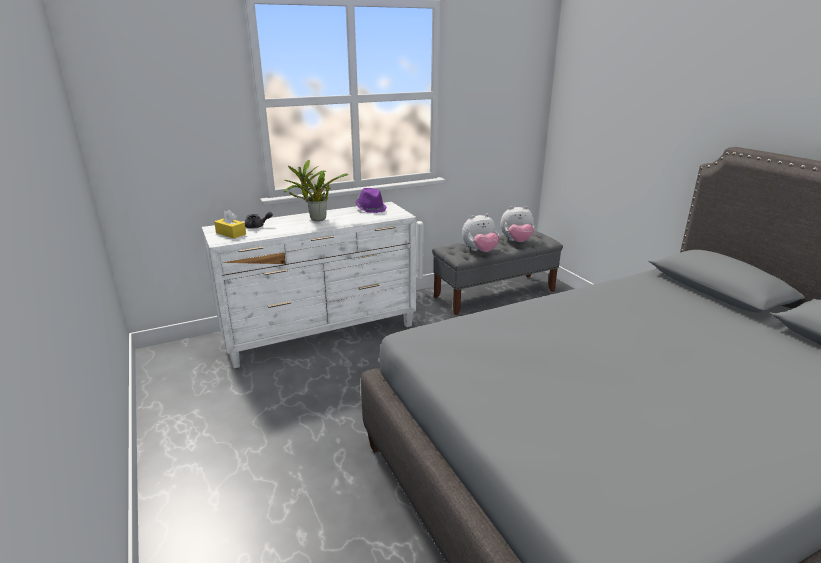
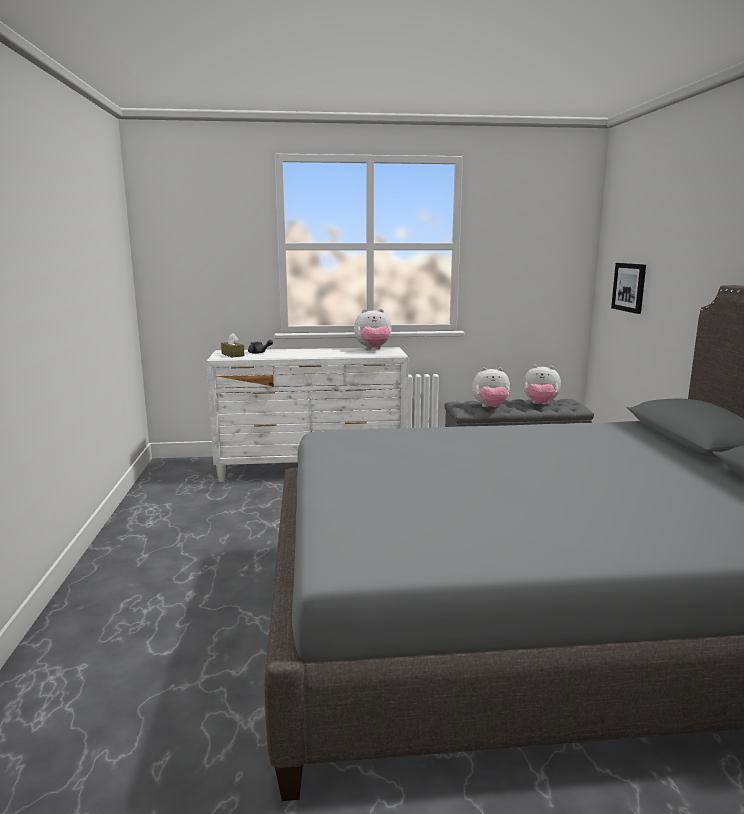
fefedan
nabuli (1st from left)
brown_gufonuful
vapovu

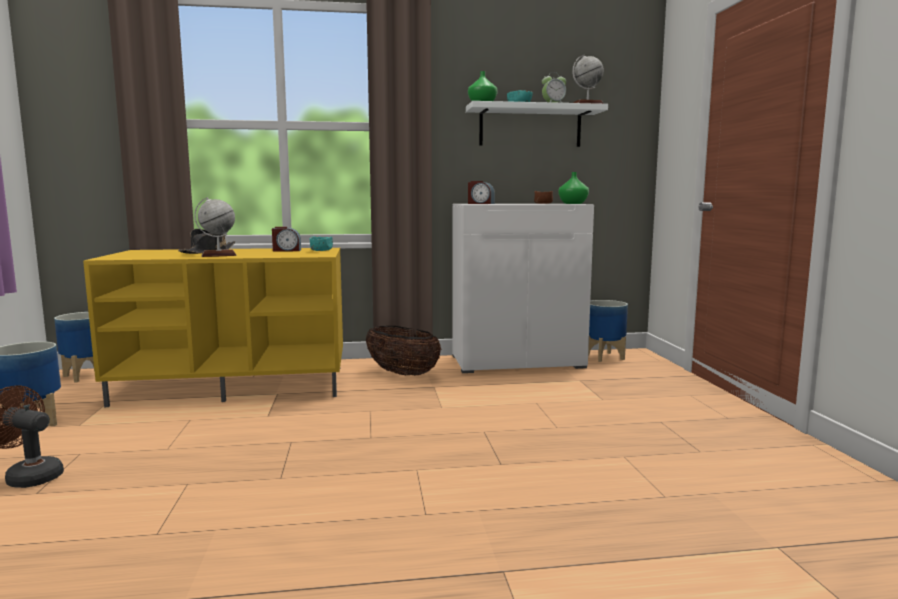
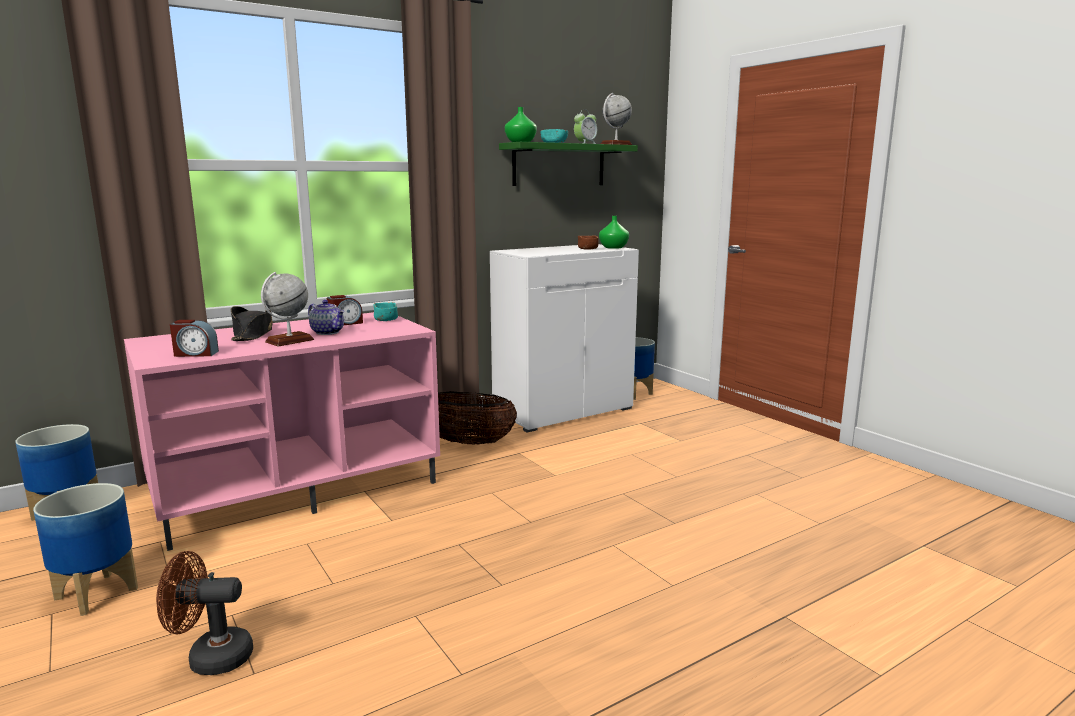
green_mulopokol
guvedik (1st from left)
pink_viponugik
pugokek

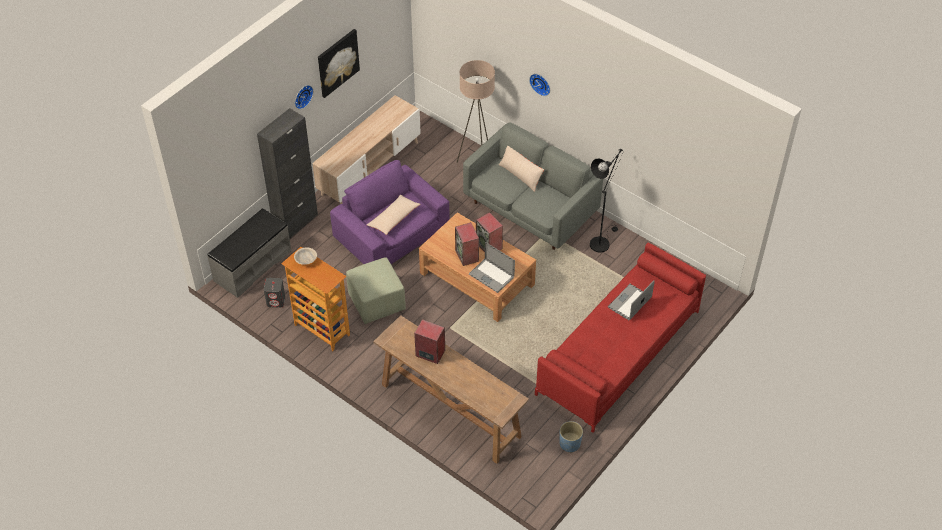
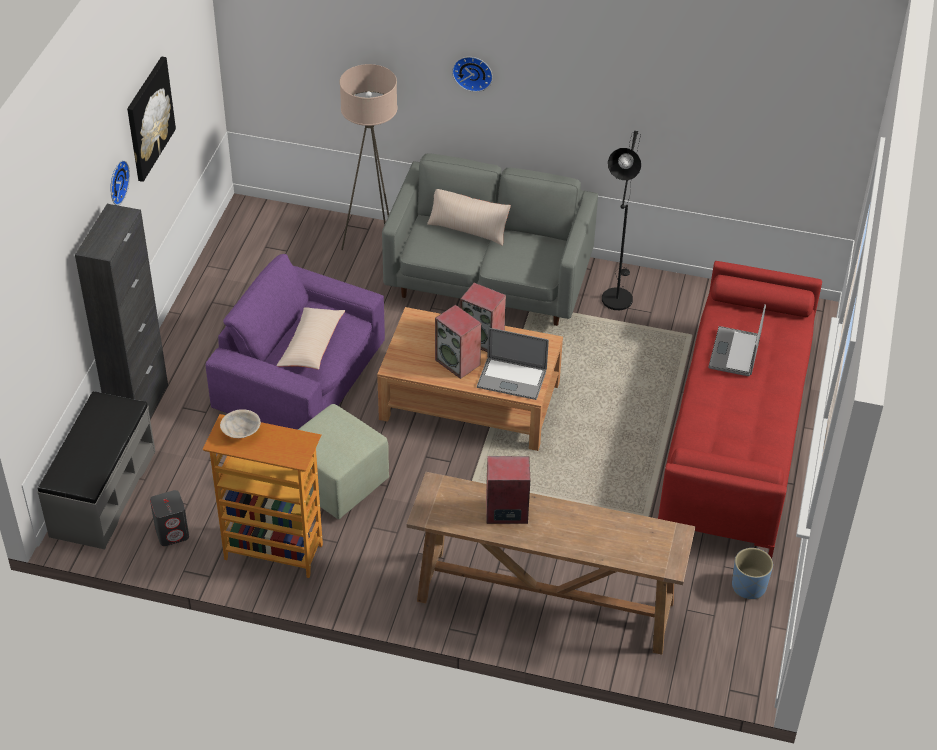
beige_viponugik

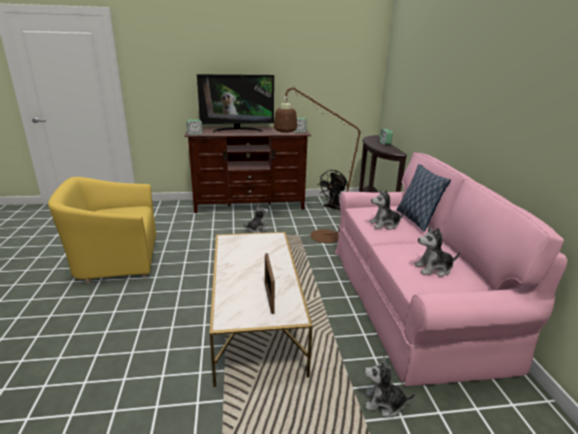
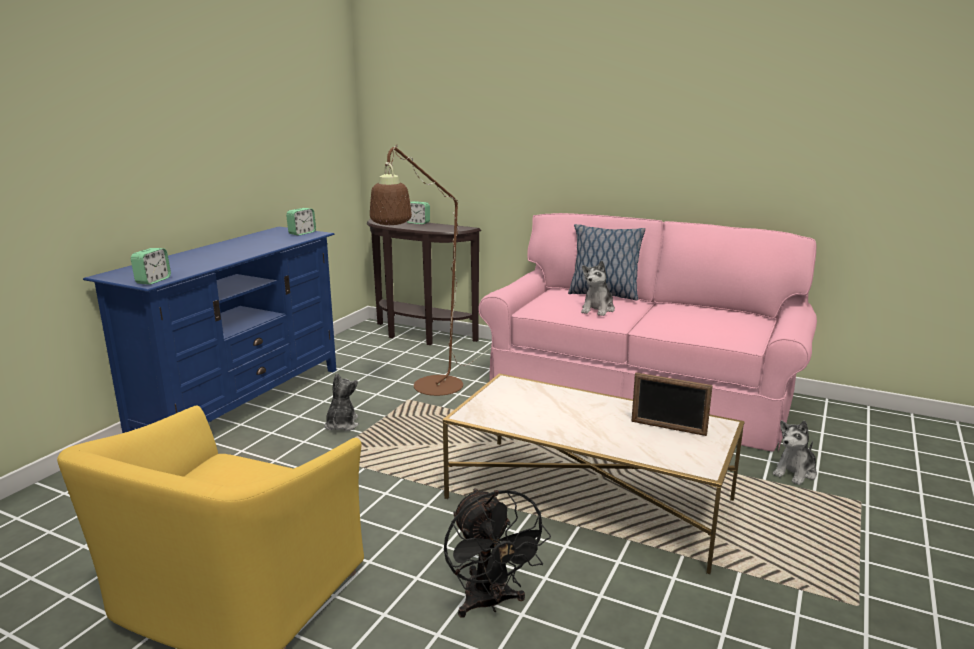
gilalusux
blue_viponugik
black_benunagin
nabuli (4th from left in the first image)

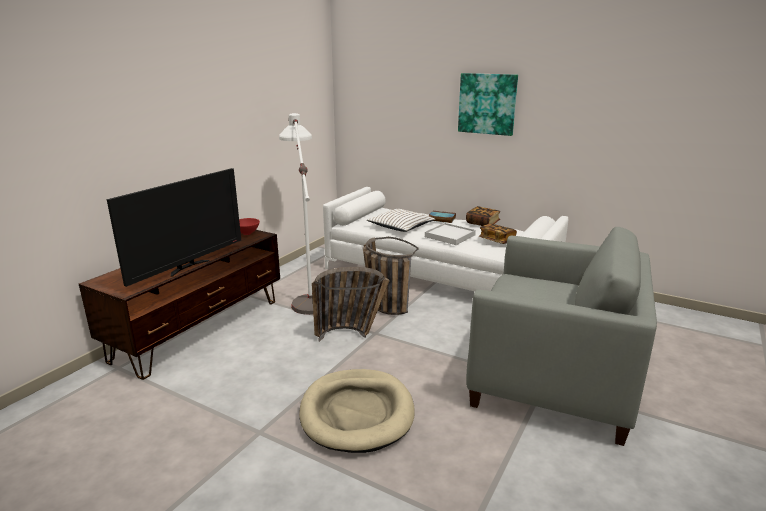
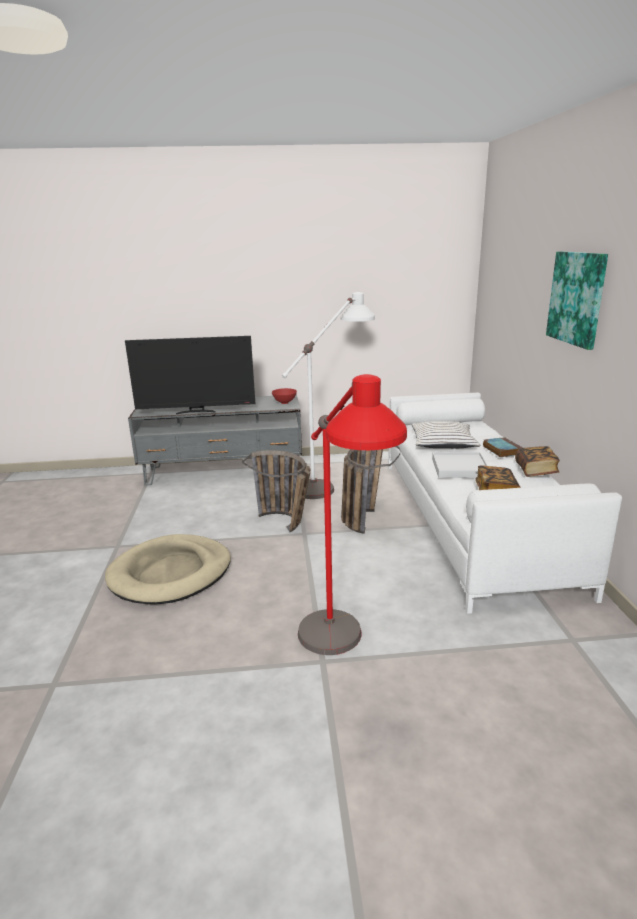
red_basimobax
grey_viponugik

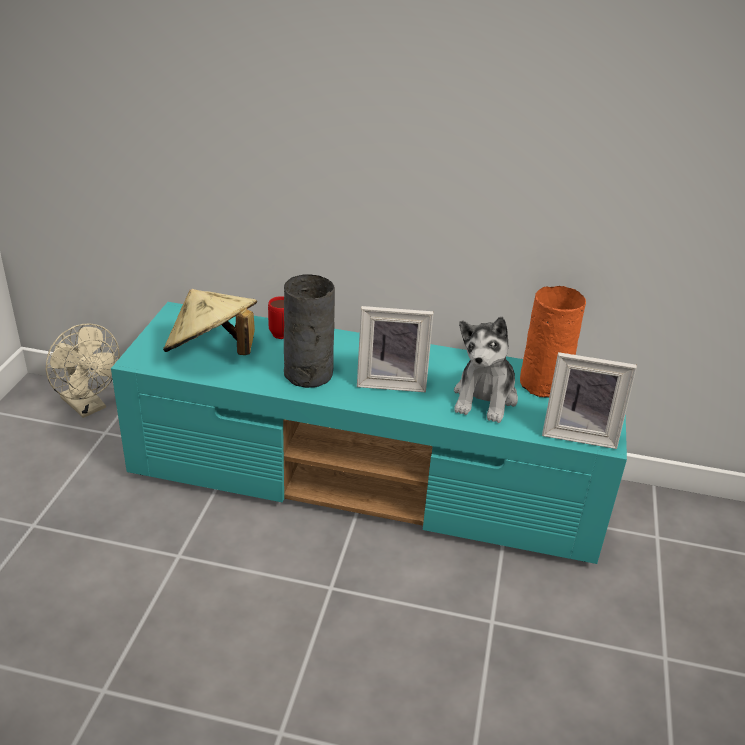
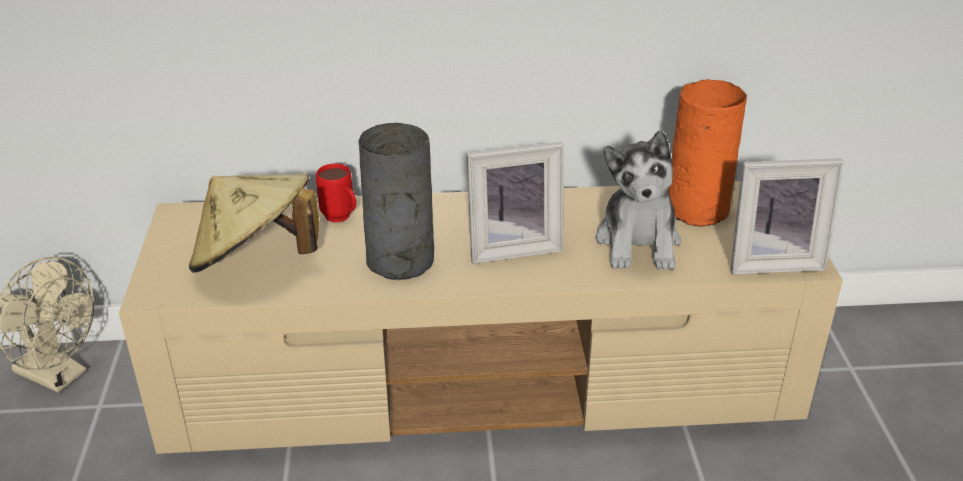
beige_viponugik

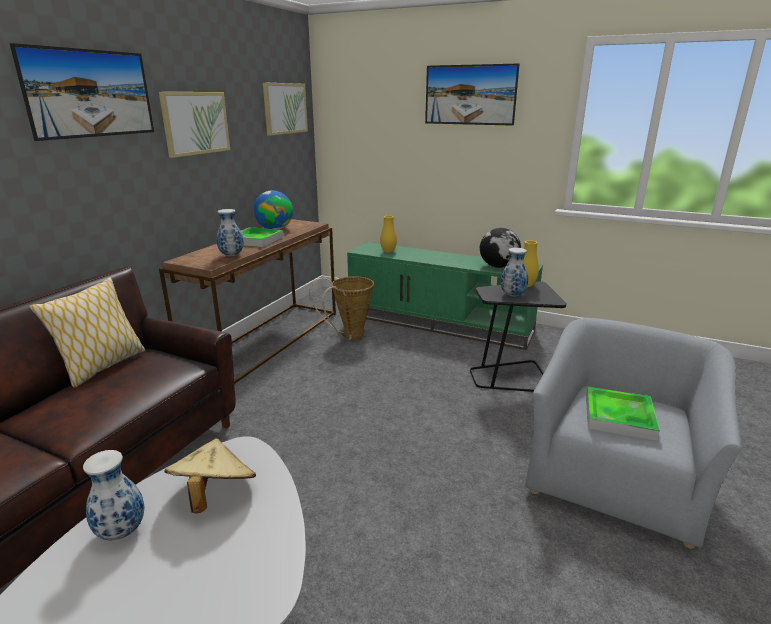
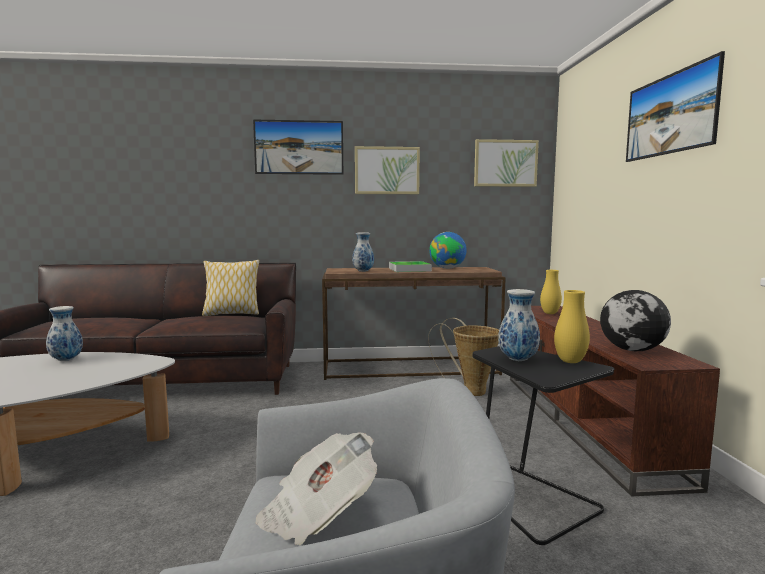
brown_viponugik
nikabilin
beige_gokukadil

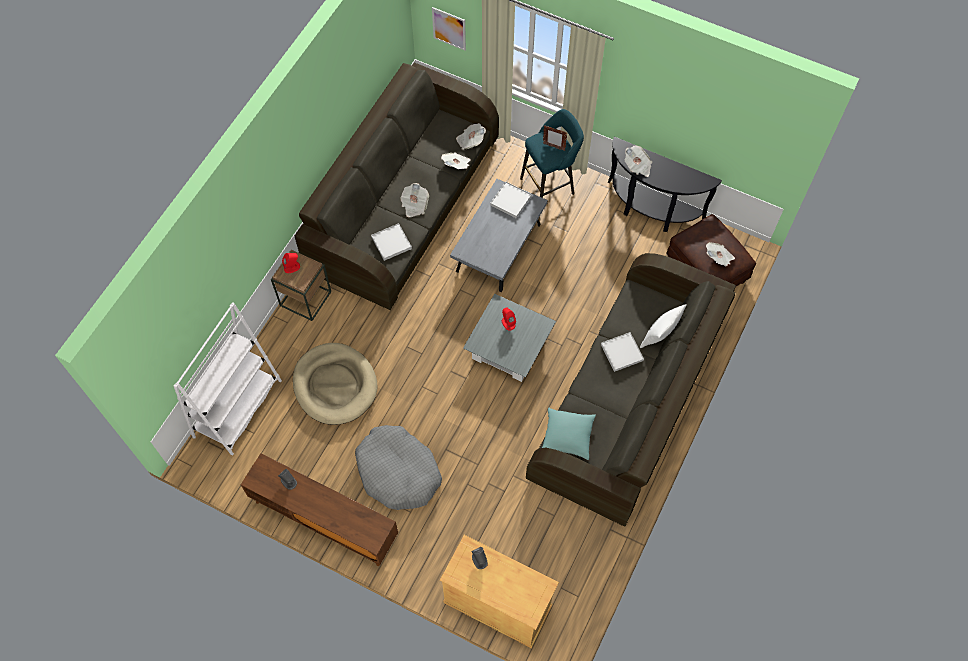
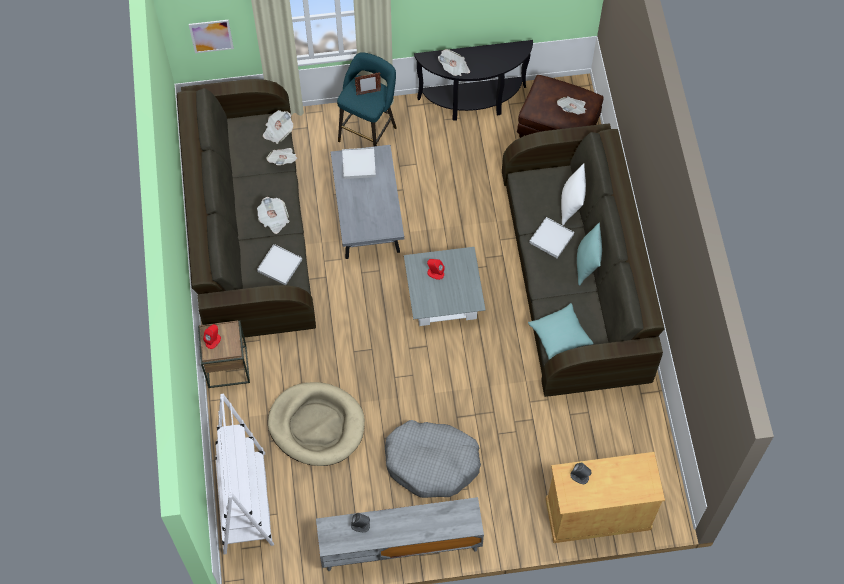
grey_viponugik
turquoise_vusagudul (2nd from left)

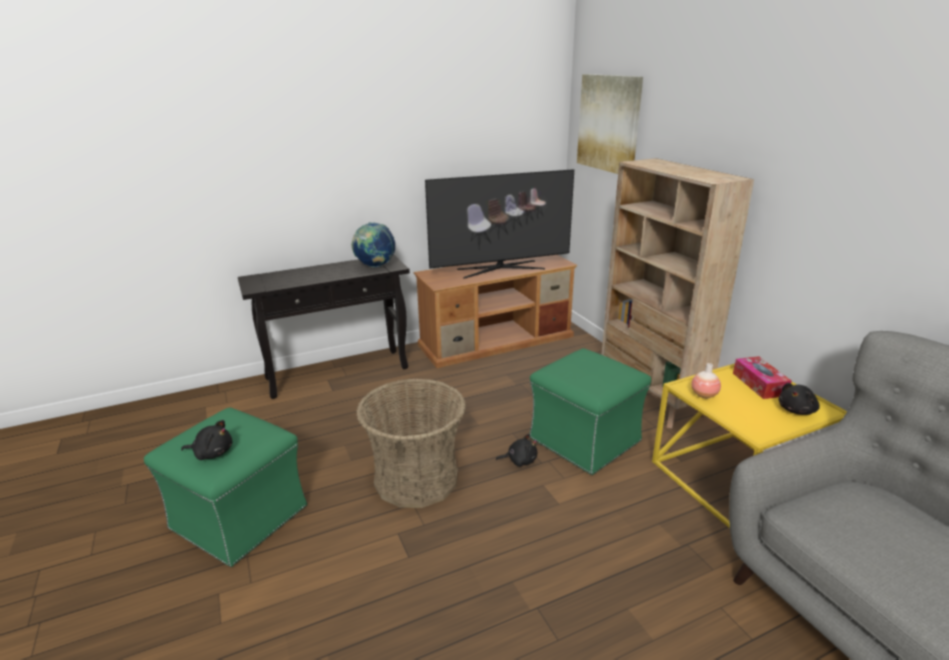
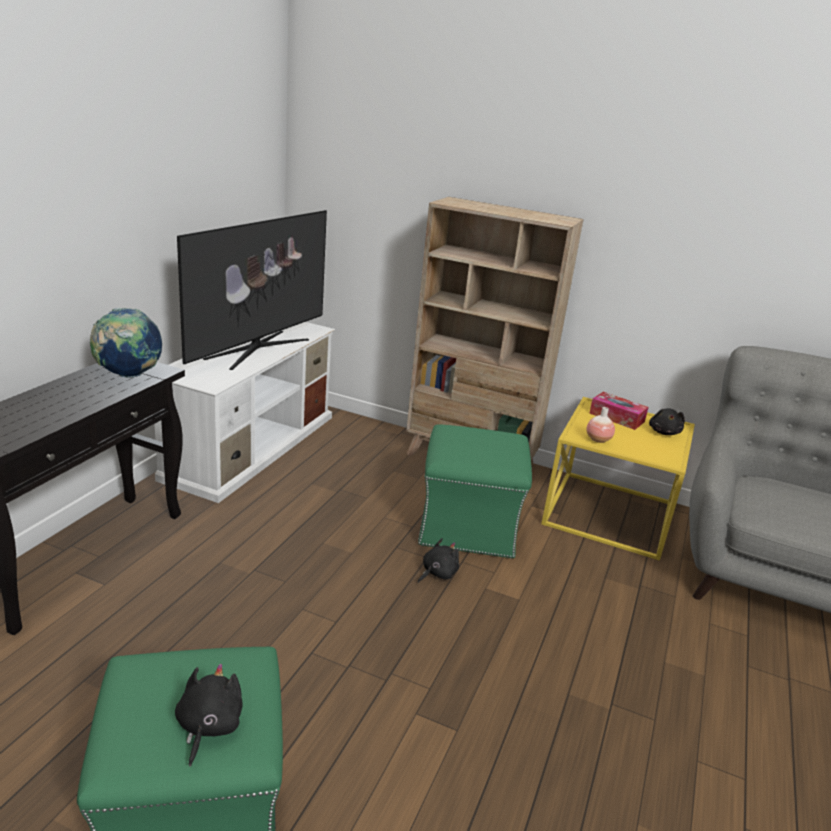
vapovu
white_viponugik
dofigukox
black_nabuli (1st from left)

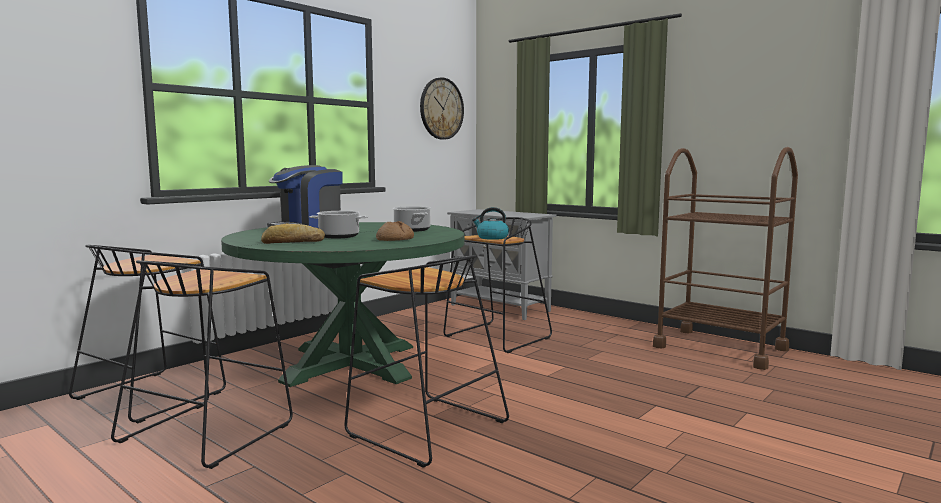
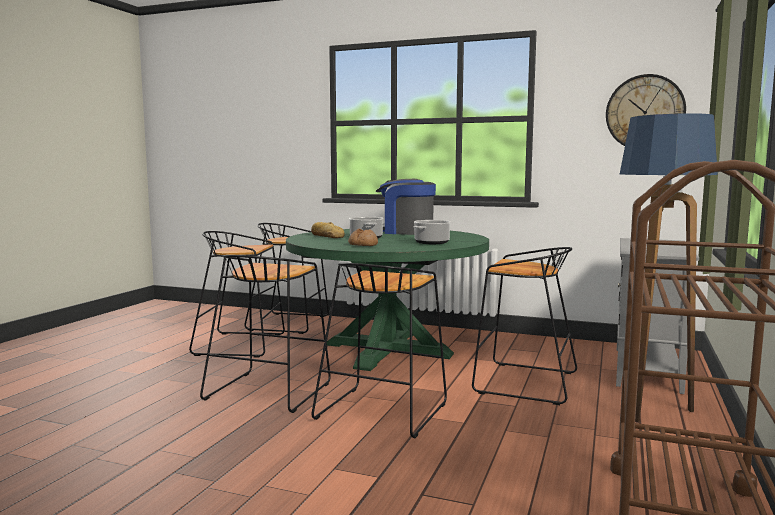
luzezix
basimobax
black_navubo (4th from left)

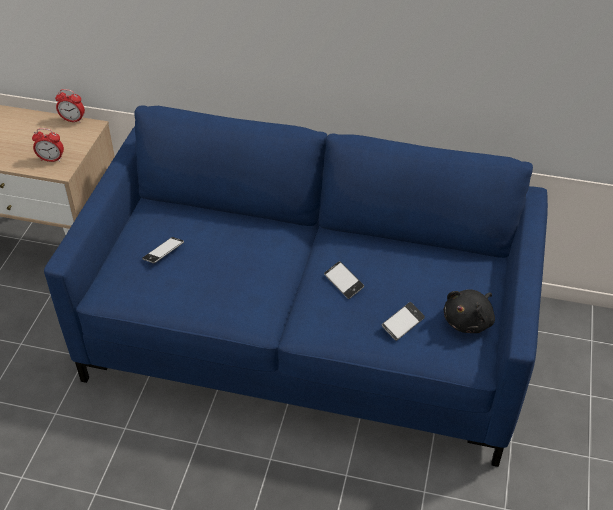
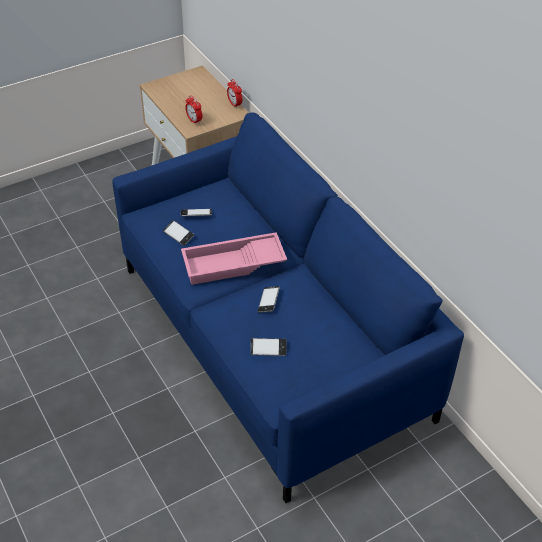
black_nabuli
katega (1st from left)
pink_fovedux

